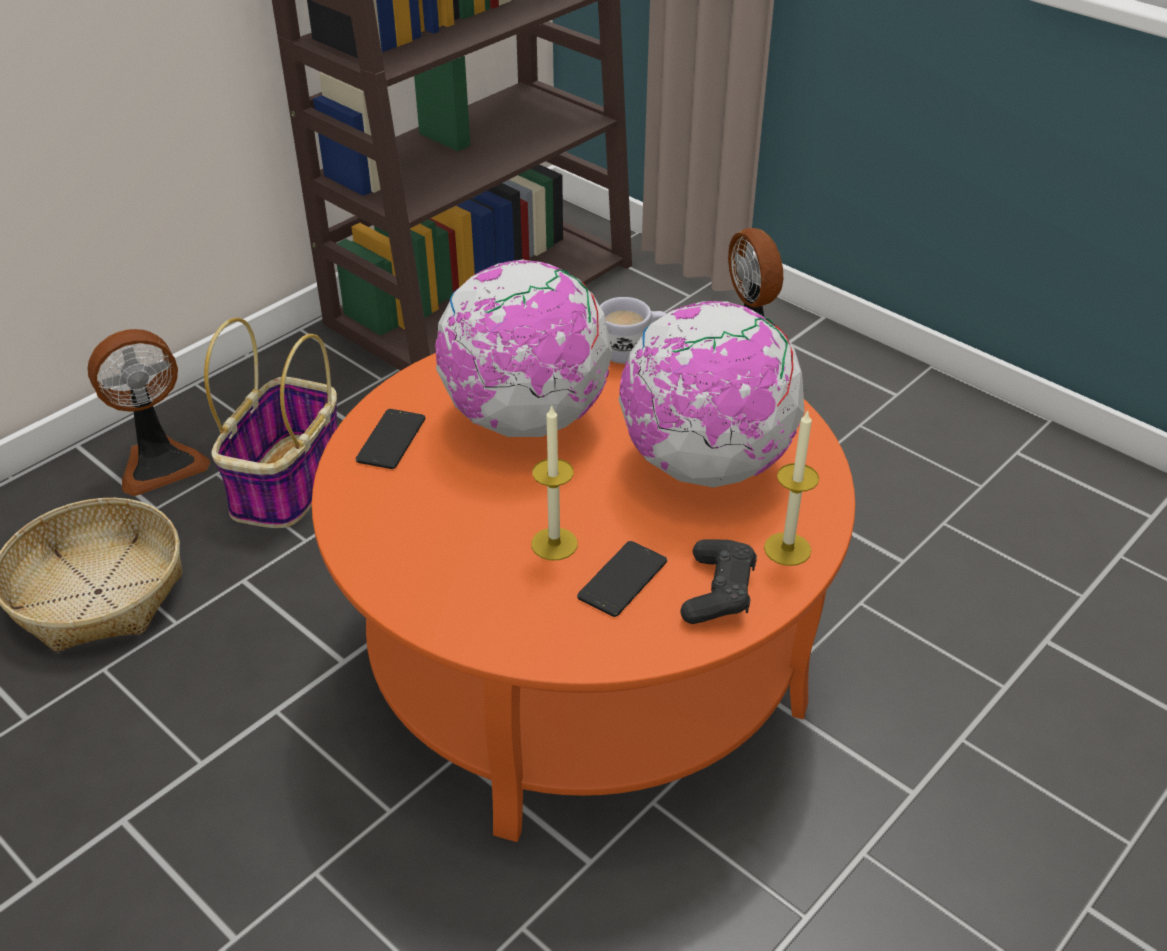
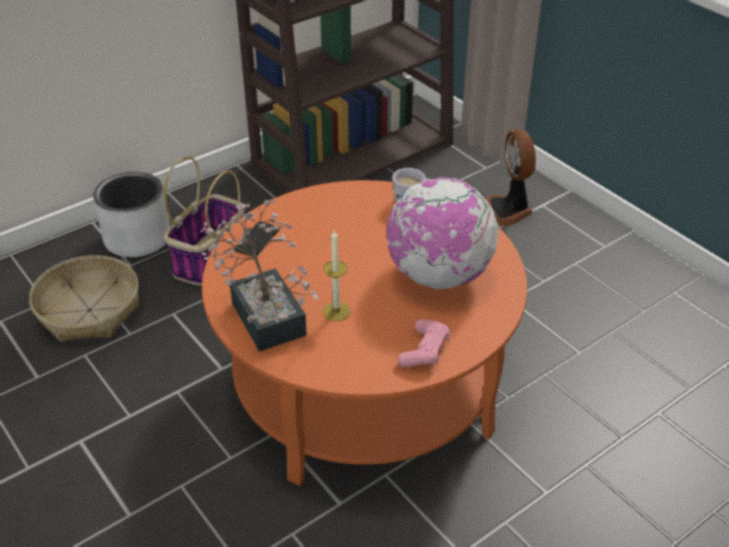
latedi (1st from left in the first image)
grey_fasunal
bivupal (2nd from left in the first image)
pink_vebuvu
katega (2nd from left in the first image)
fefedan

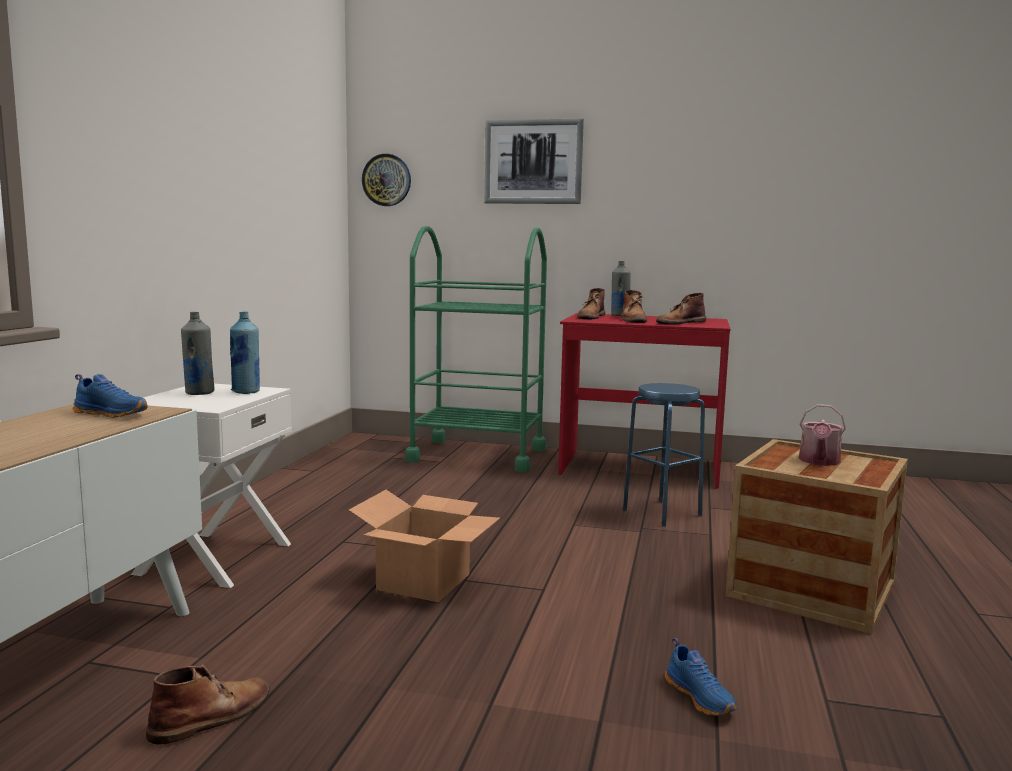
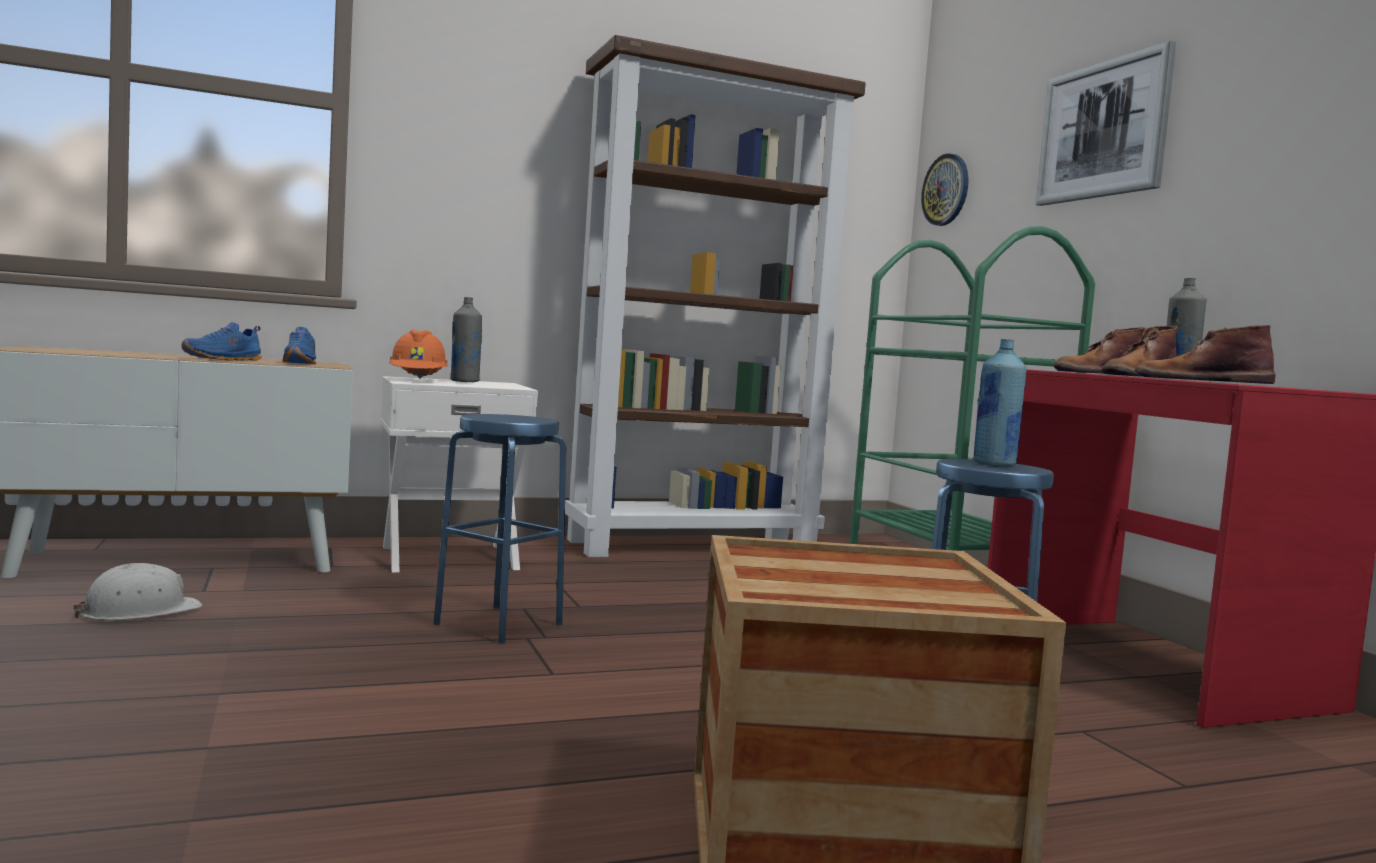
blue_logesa
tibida
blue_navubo (1st from left)
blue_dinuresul (1st from left)
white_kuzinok
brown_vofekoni
orange_kuzinok

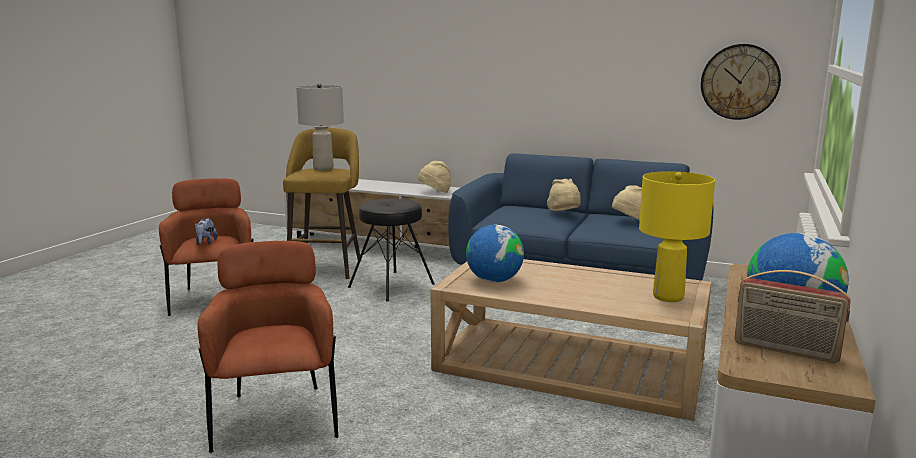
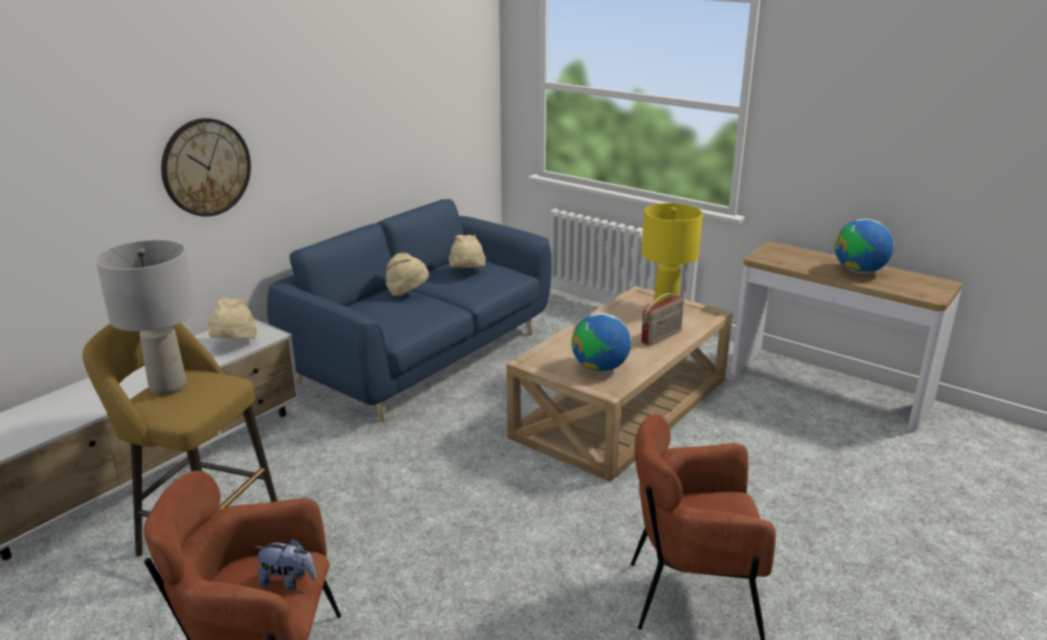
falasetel
black_navubo
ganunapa

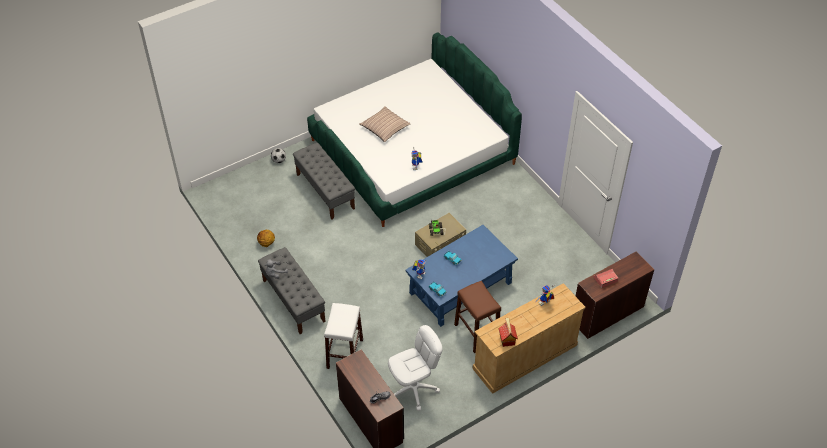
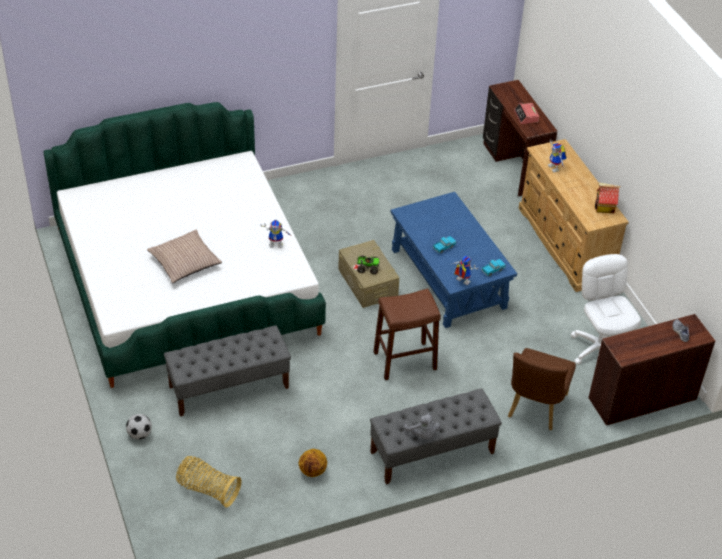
brown_navubo
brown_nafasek
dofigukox

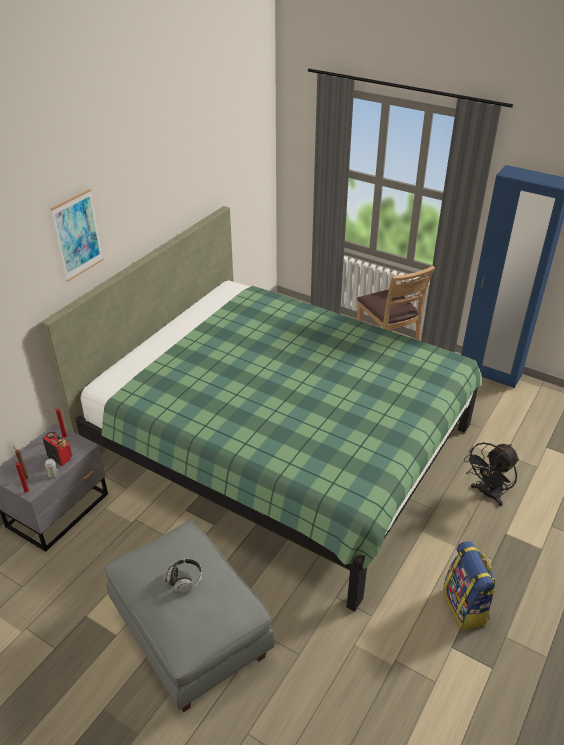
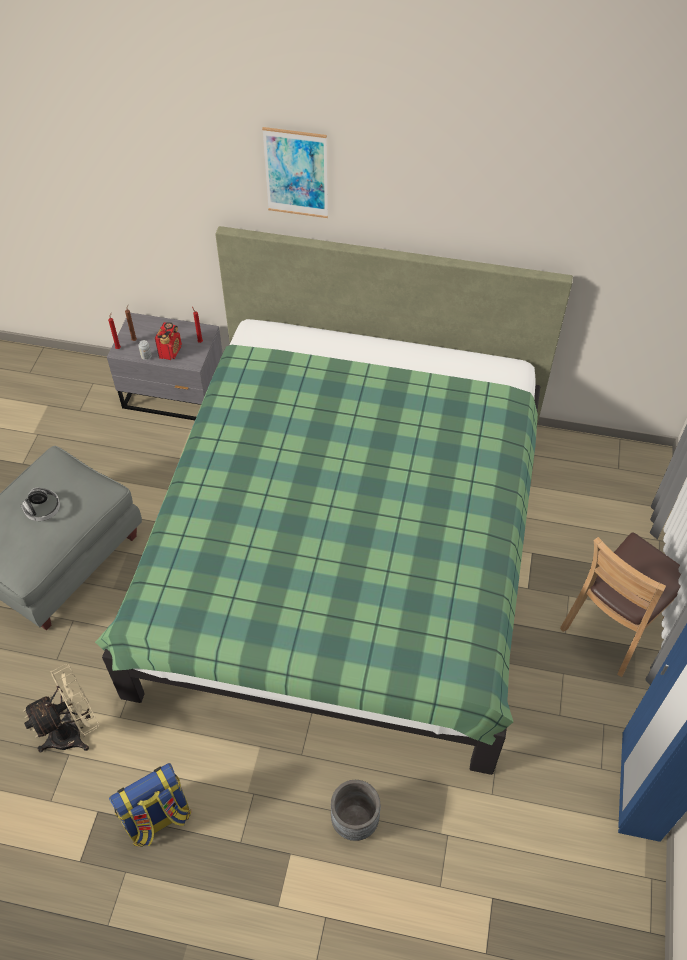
grey_fasunal
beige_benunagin

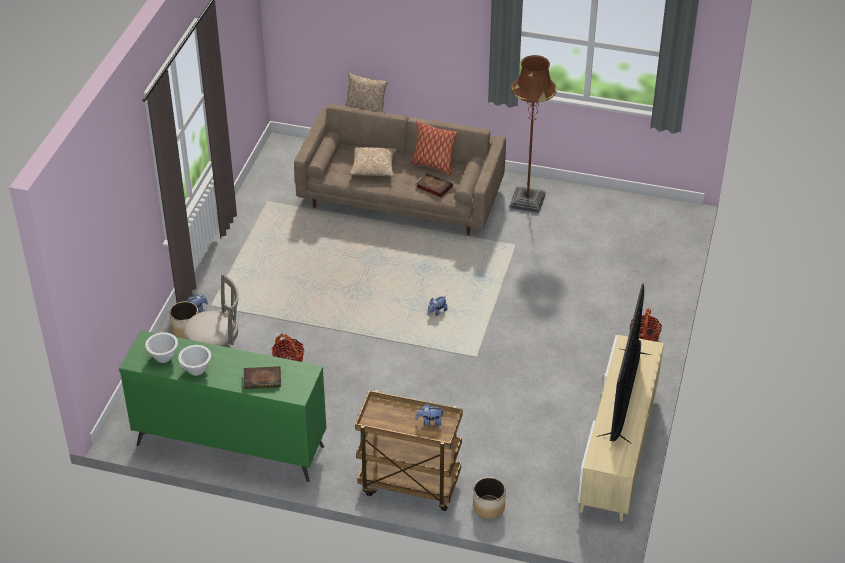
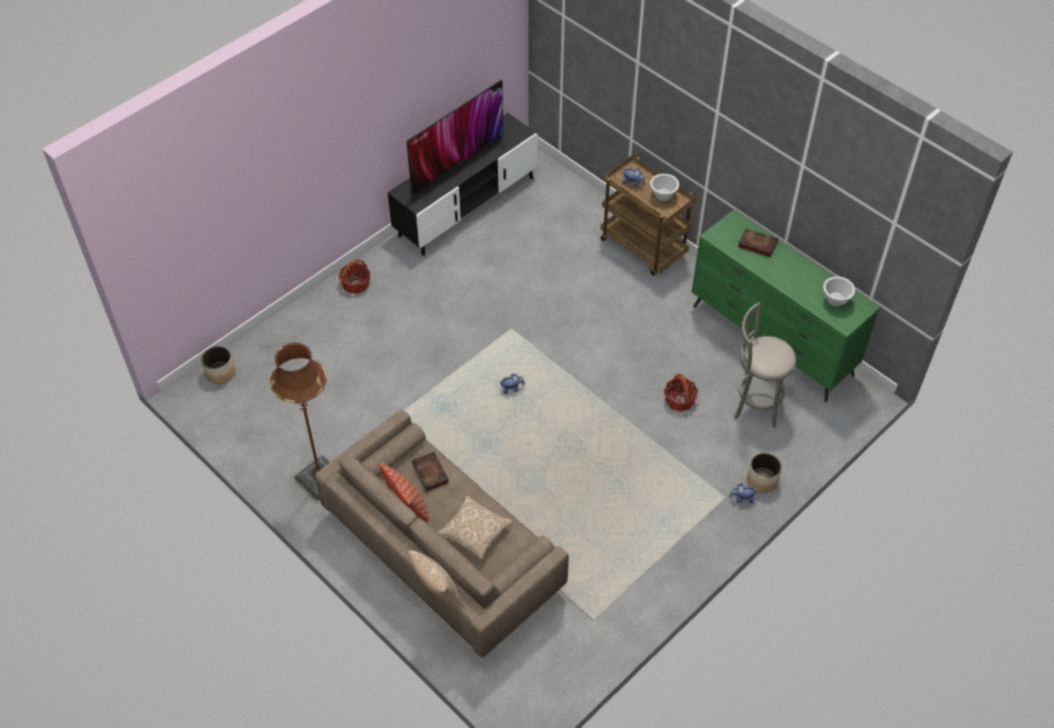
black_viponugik
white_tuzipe (1st from left)
fasunal (1st from left)

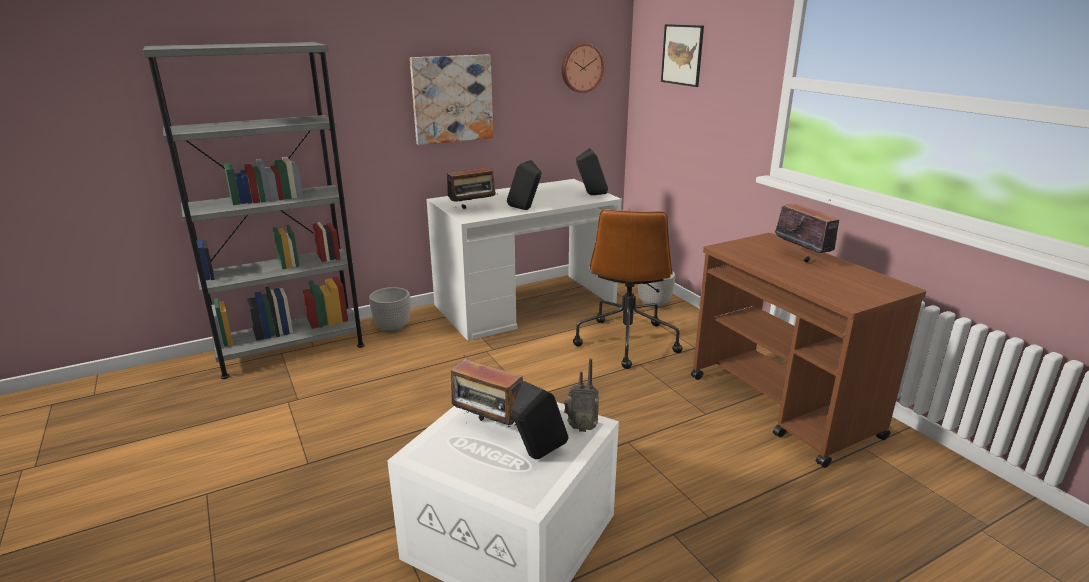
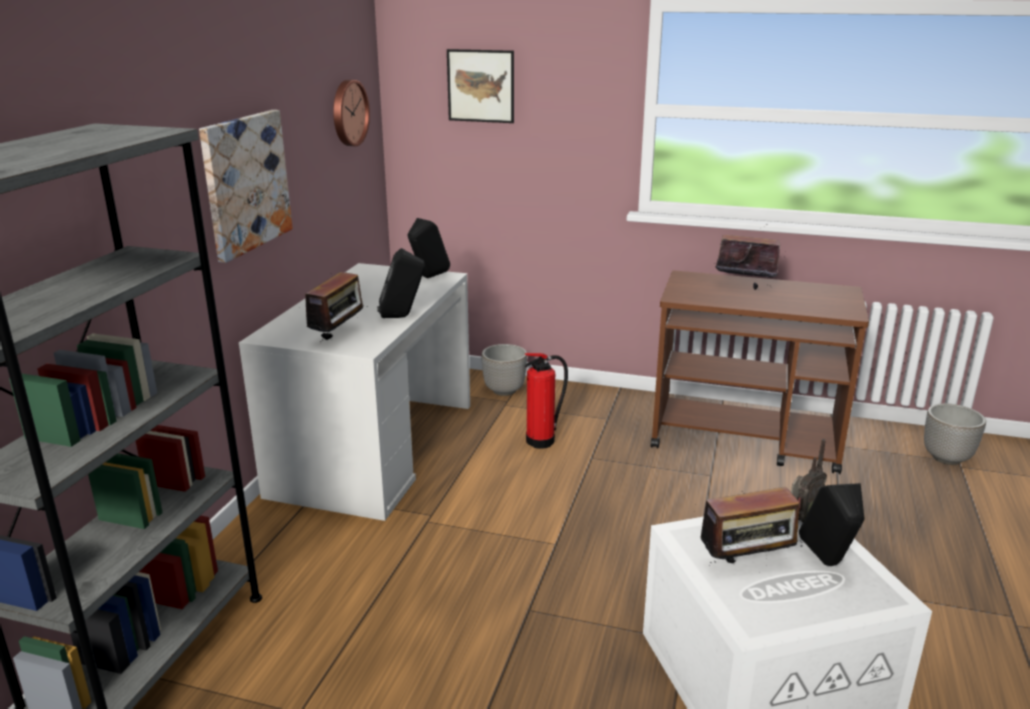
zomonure
fasunal (2nd from left)

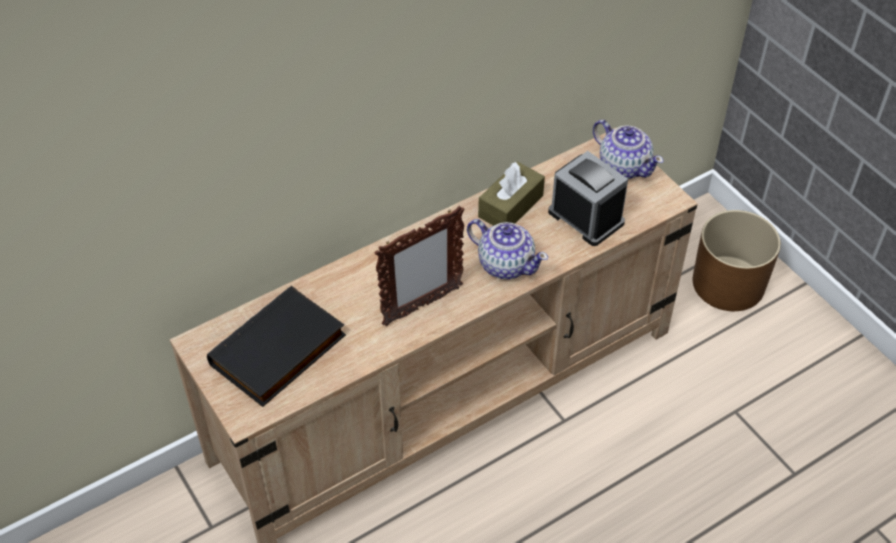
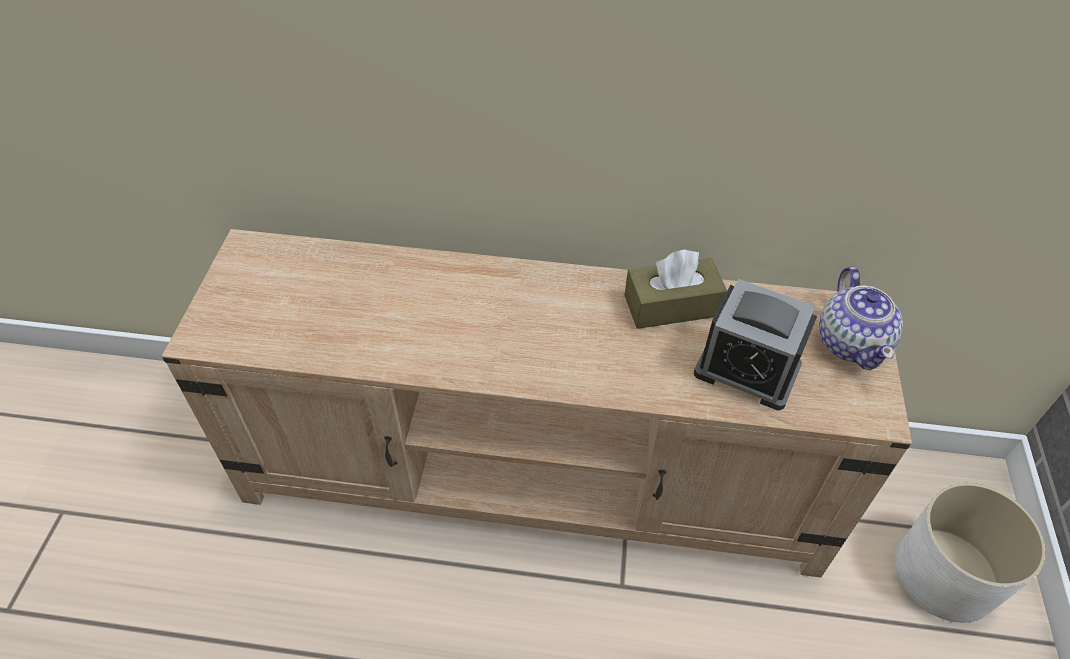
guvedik
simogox
white_fasunal
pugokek (1st from left in the first image)
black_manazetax

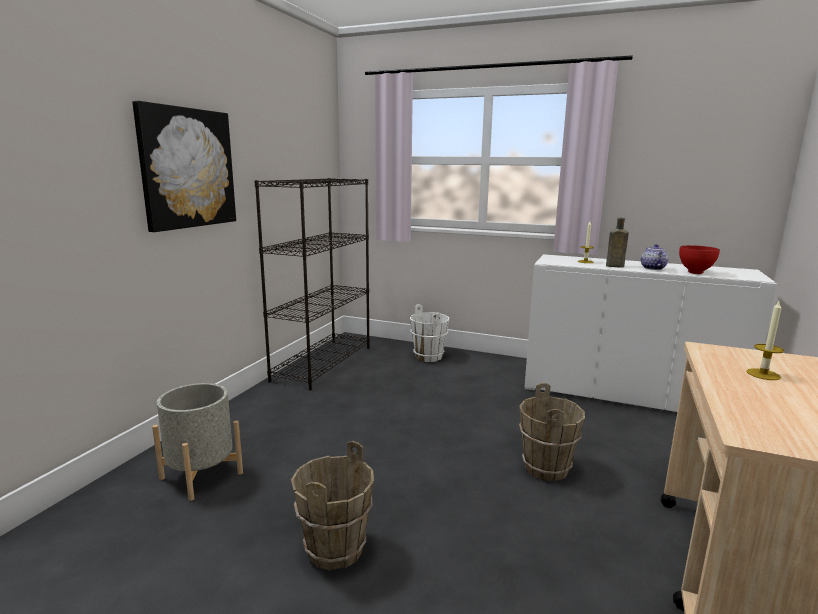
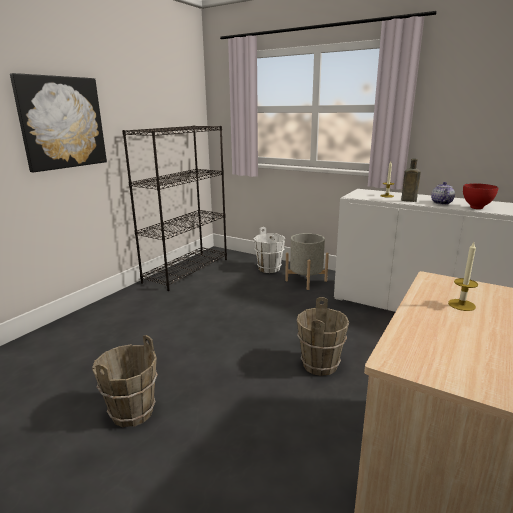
grey_fasunal

